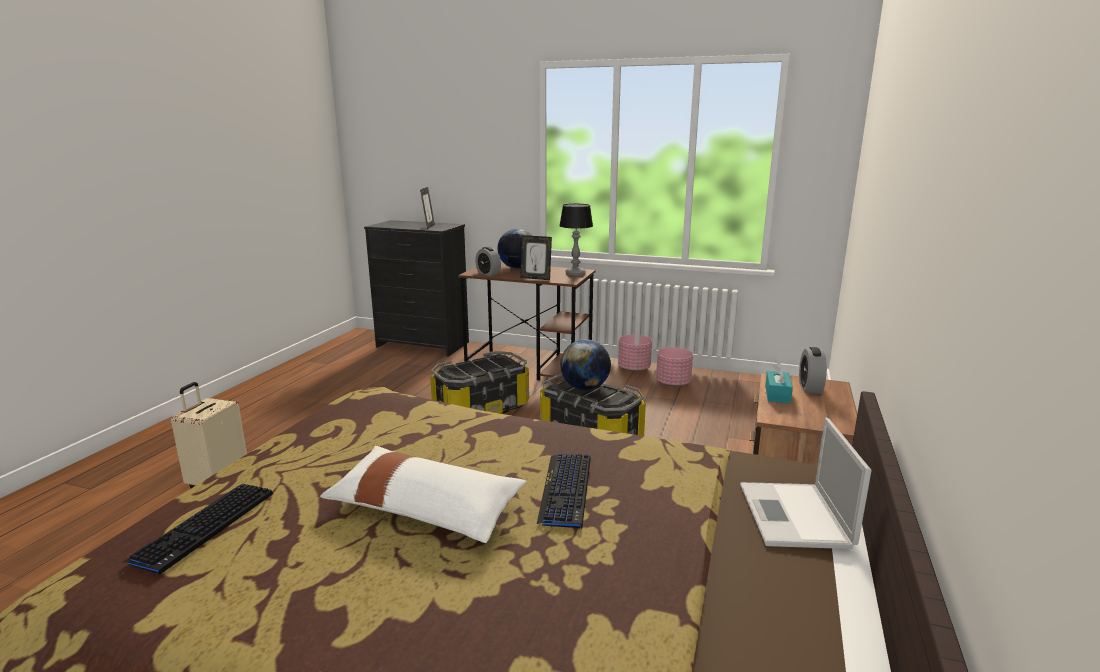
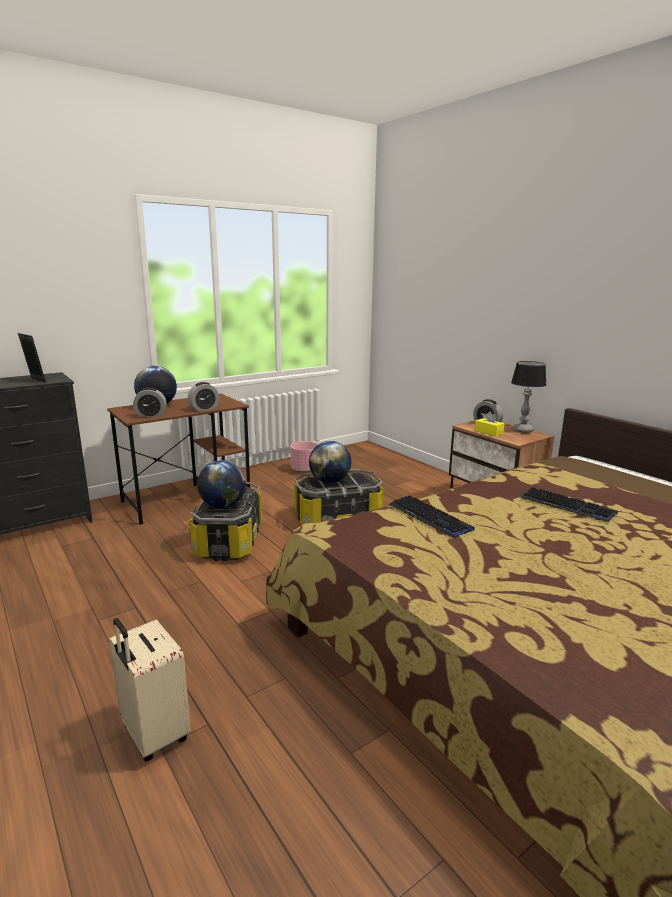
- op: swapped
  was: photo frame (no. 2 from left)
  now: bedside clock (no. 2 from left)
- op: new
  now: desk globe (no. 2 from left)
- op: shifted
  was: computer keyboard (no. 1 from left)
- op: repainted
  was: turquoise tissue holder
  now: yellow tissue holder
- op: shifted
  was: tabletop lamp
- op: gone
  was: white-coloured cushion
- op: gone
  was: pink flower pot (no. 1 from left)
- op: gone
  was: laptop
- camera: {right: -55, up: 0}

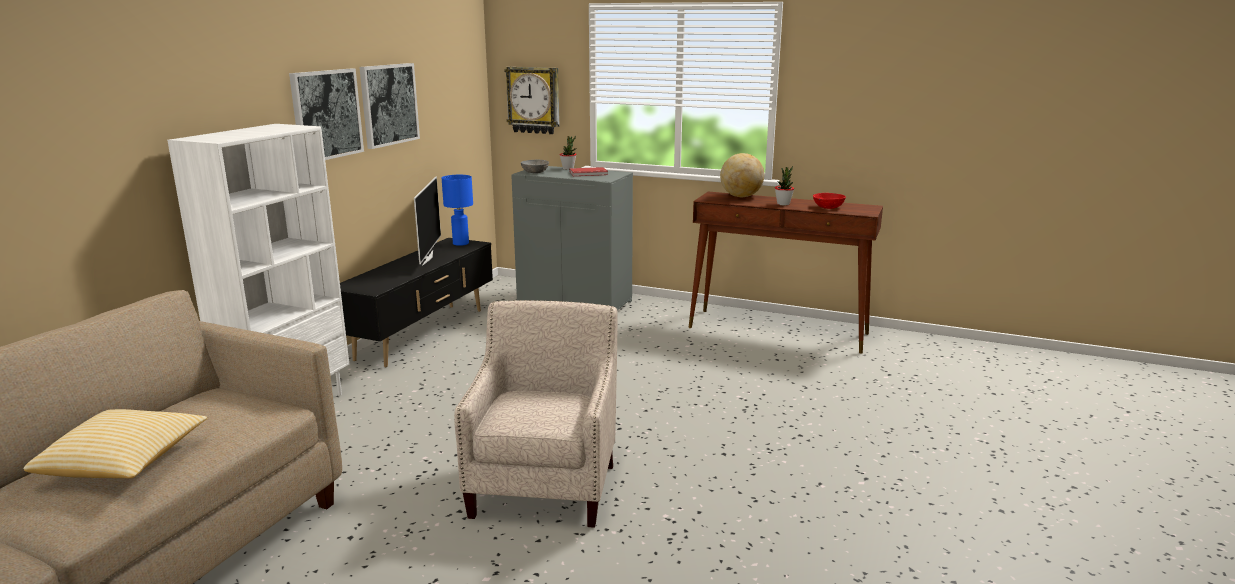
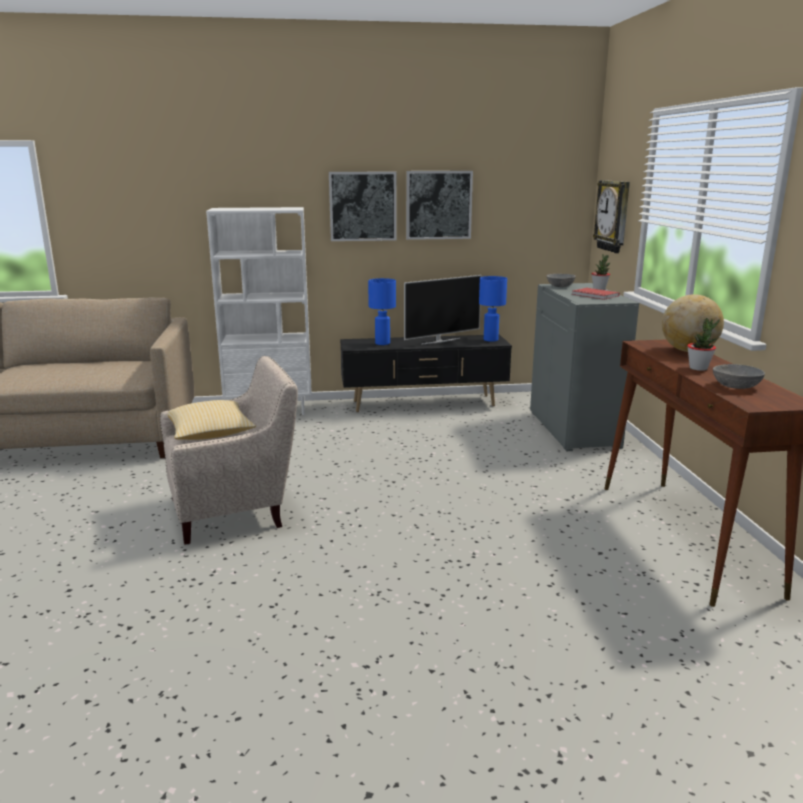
- op: shifted
  was: cushion
- op: new
  now: blue tabletop lamp (no. 1 from left)
- op: repainted
  was: red bowl
  now: greyish bowl (no. 2 from left)
- camera: {right: 60, up: 0}

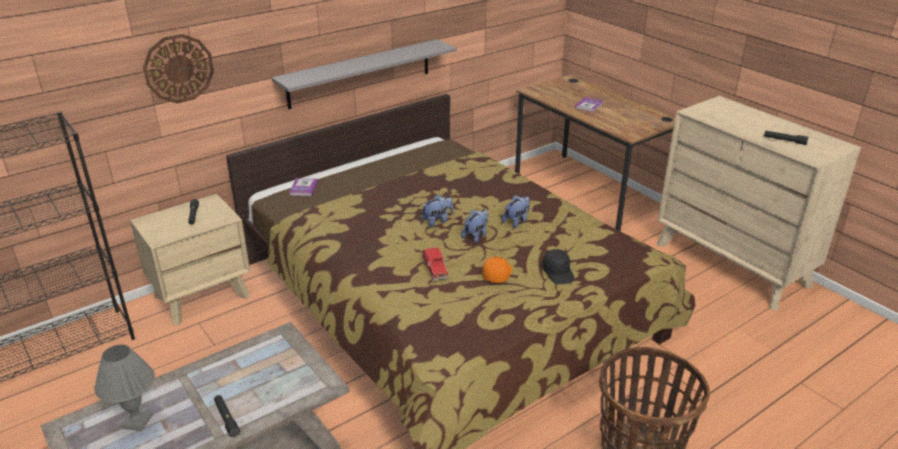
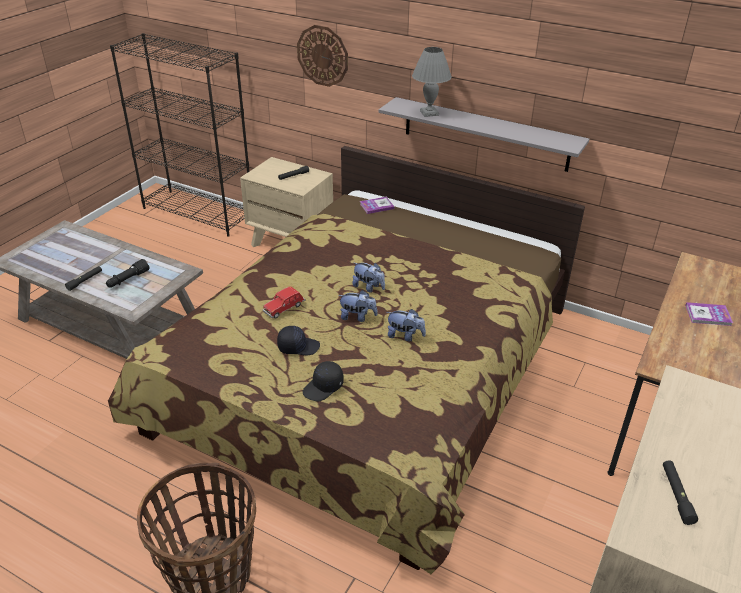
- op: new
  now: blackish torch (no. 2 from left)
- op: repainted
  was: orange-coloured cap
  now: blackish cap (no. 1 from left)
- op: shifted
  was: greyish tabletop lamp
- camera: {right: 65, up: 5}

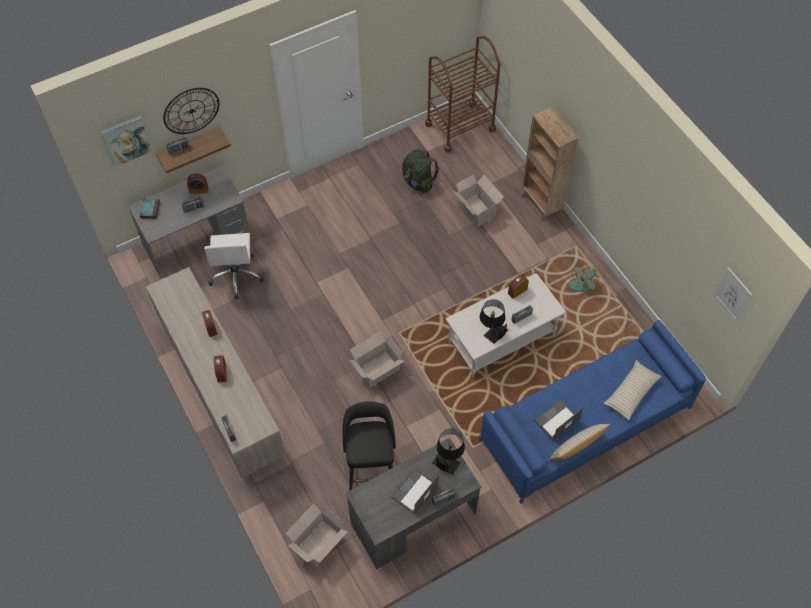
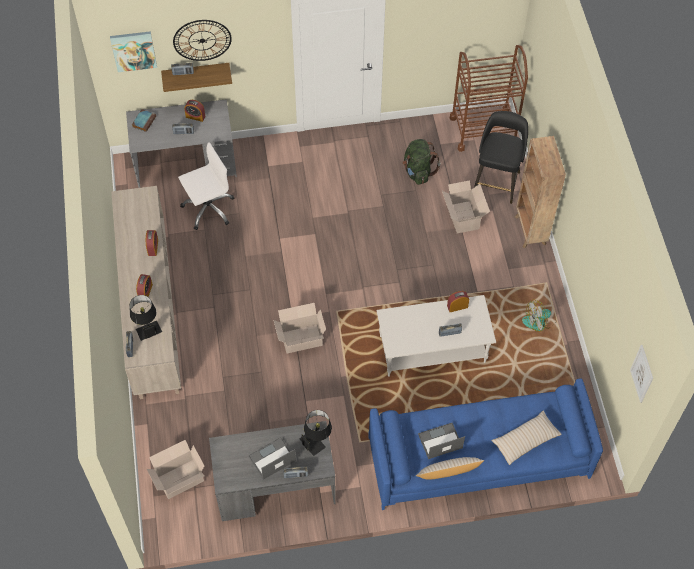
- op: shifted
  was: blackish tabletop lamp (no. 2 from left in the first image)
  now: blackish tabletop lamp (no. 1 from left)
- op: rotated
  was: white-coloured office chair
  clockwise: -135
- op: shifted
  was: blackish stool seat
- camera: {right: 20, up: 0}

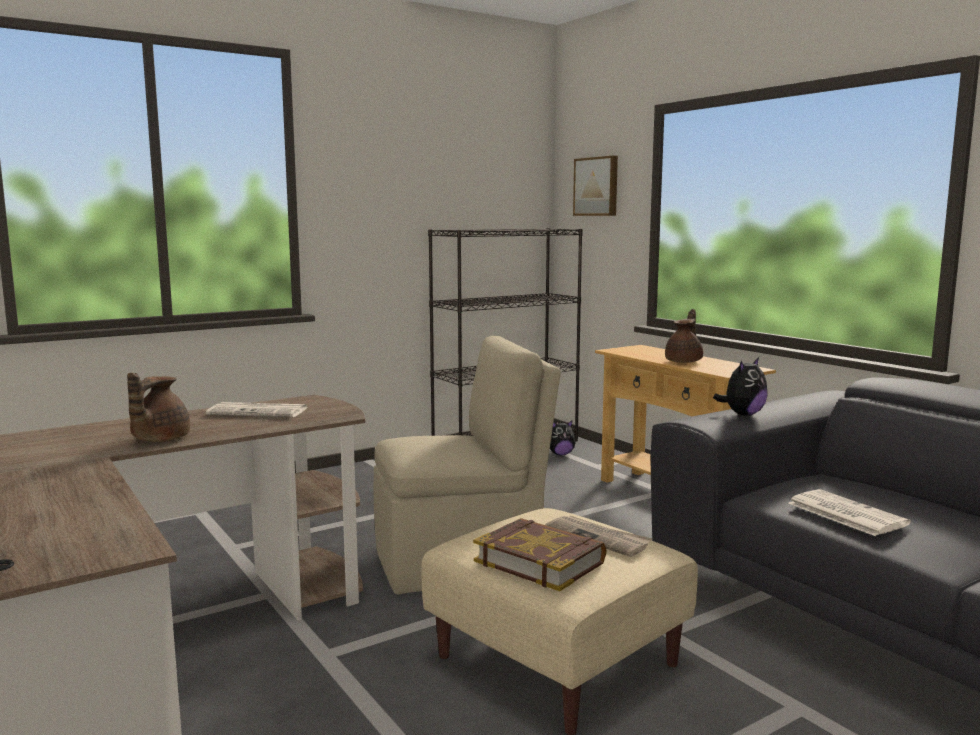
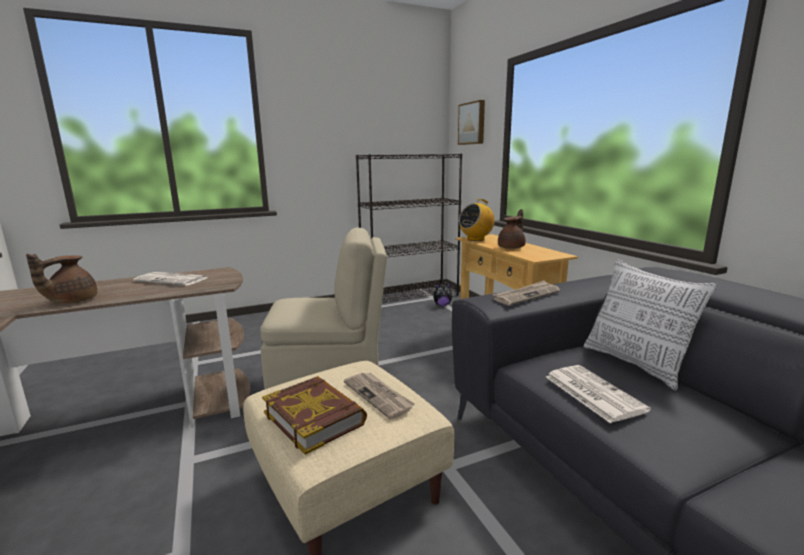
- op: new
  now: radio receiver
- op: swapped
  was: cuddly toy (no. 2 from left)
  now: daily paper (no. 3 from left)
- op: new
  now: cushion
- camera: {right: 10, up: 5}

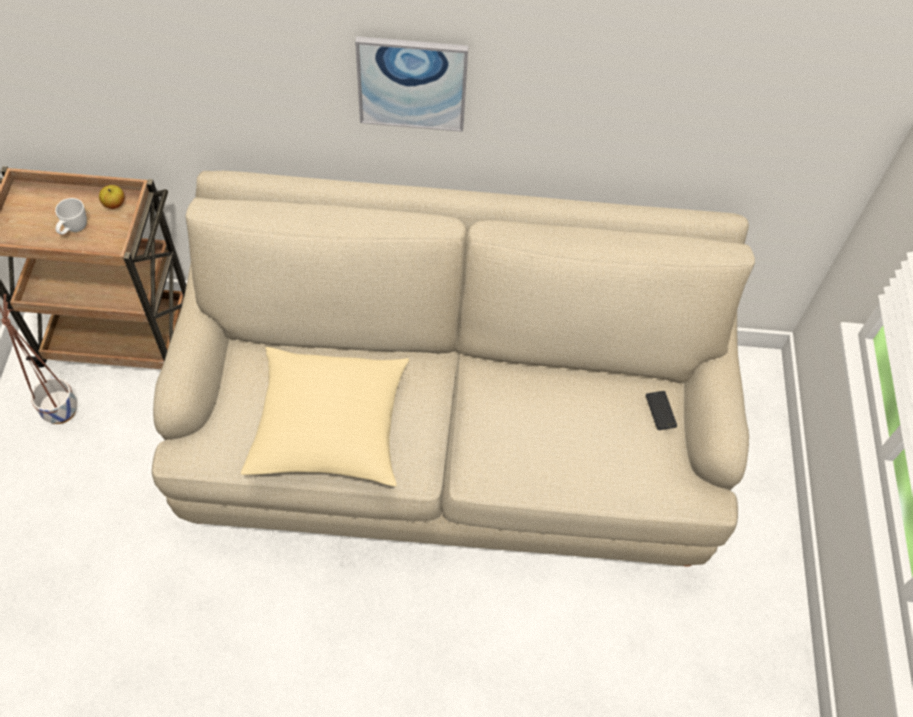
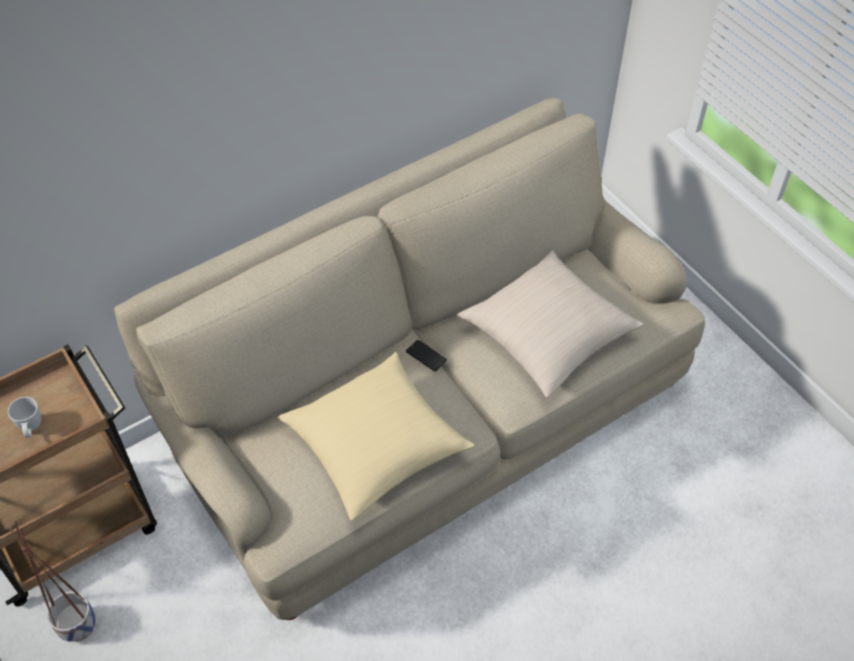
- op: shifted
  was: phone
- op: new
  now: sand-coloured cushion (no. 2 from left)
- op: gone
  was: apple fruit
- op: gone
  was: wall art
- camera: {right: -35, up: -5}

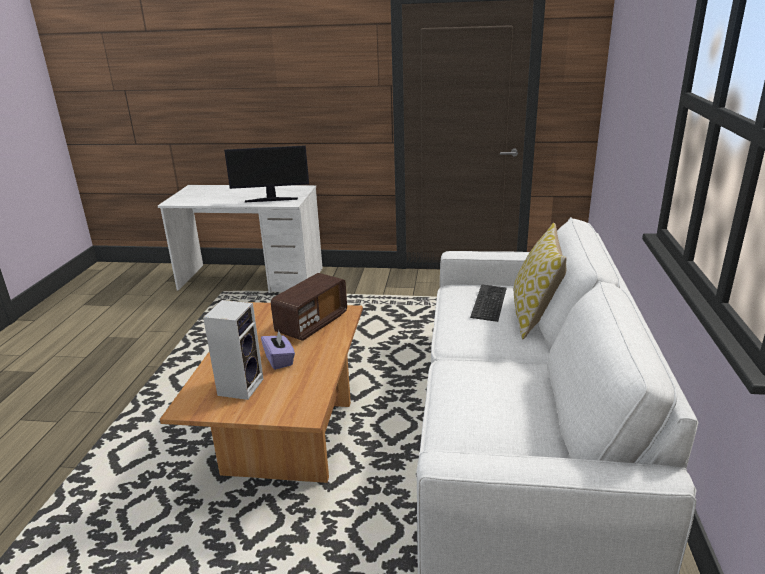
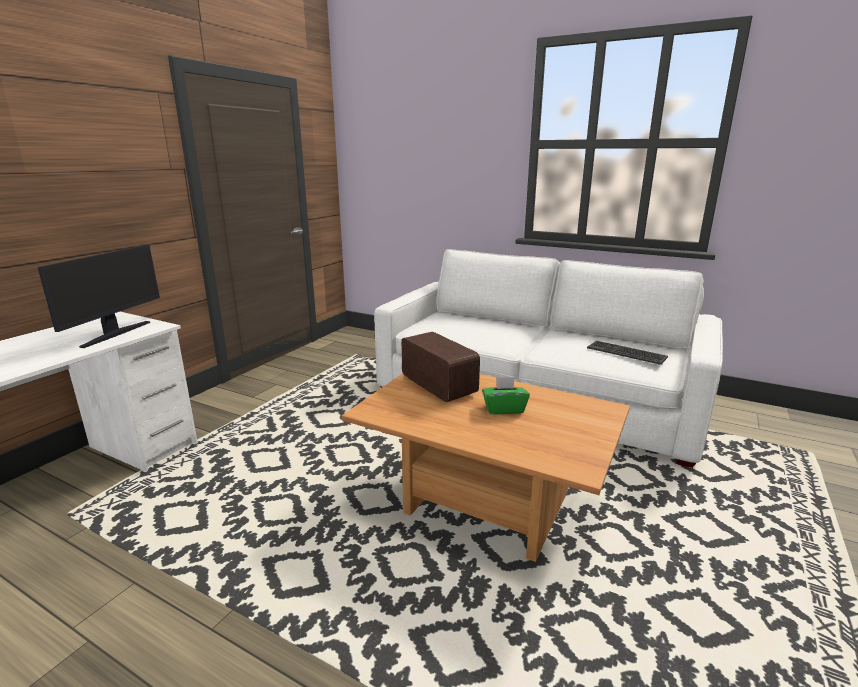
- op: repainted
  was: purple tissue holder
  now: greenish tissue holder
- op: shifted
  was: computer keyboard
- op: gone
  was: speaker
- op: gone
  was: cushion
- camera: {right: -70, up: -5}

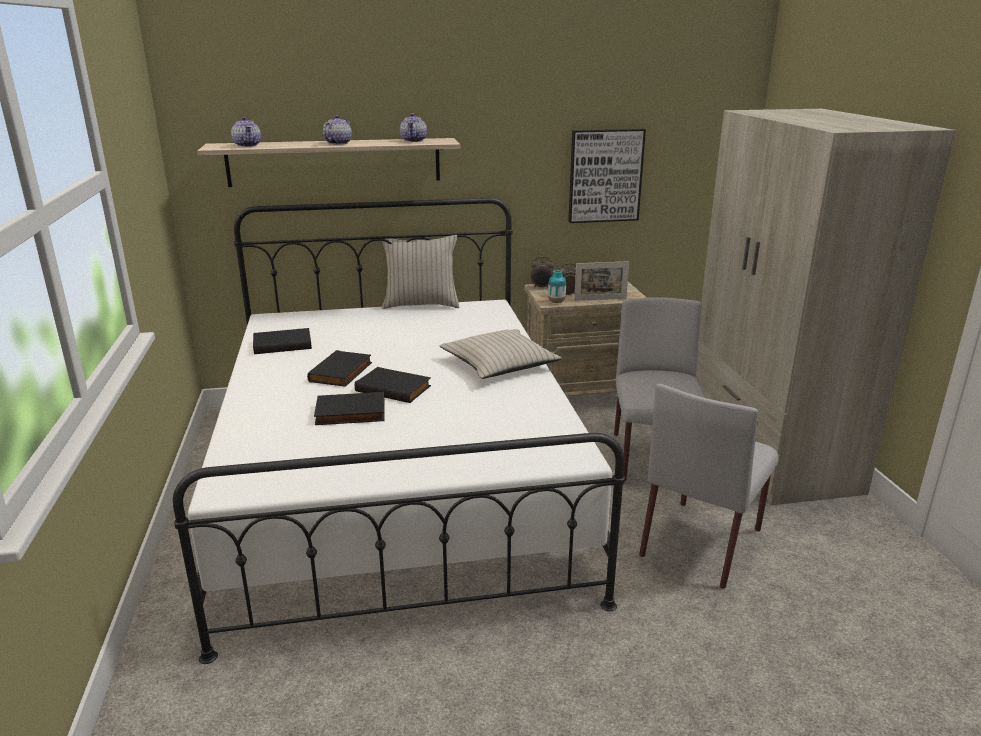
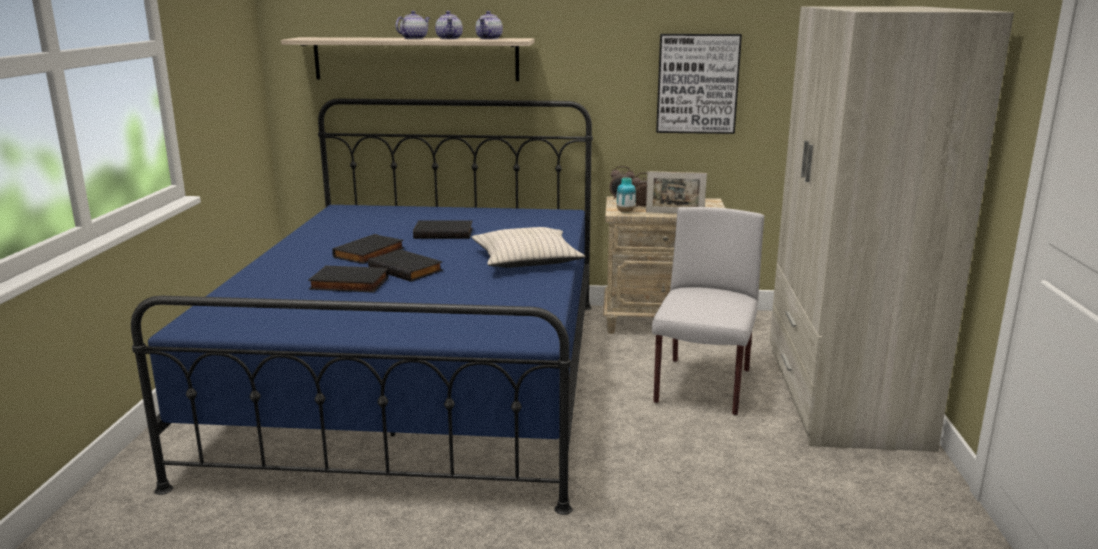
- op: repainted
  was: white-coloured sleeping bed
  now: blue sleeping bed
- op: shifted
  was: blackish book (no. 1 from left in the first image)
  now: blackish book (no. 4 from left)
- op: shifted
  was: tea pot (no. 1 from left in the first image)
  now: tea pot (no. 2 from left)
- op: gone
  was: sand-coloured cushion (no. 1 from left)
- op: gone
  was: greyish chair (no. 2 from left)
- camera: {right: 15, up: -5}

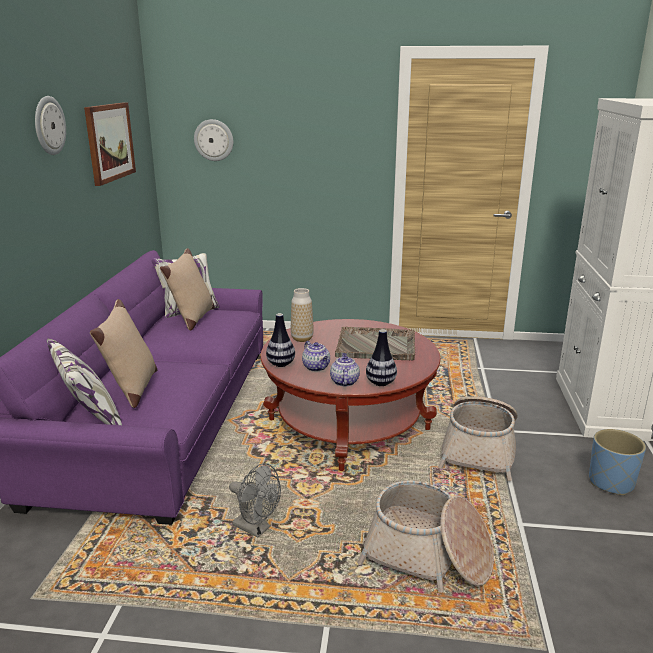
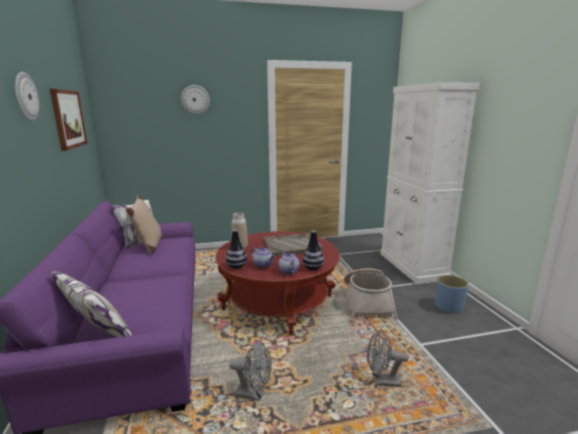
- op: shifted
  was: hanging clock (no. 2 from left)
- op: swapped
  was: basket (no. 1 from left)
  now: greyish fan (no. 2 from left)
- op: gone
  was: sand-coloured cushion (no. 1 from left)
- camera: {right: -20, up: -5}

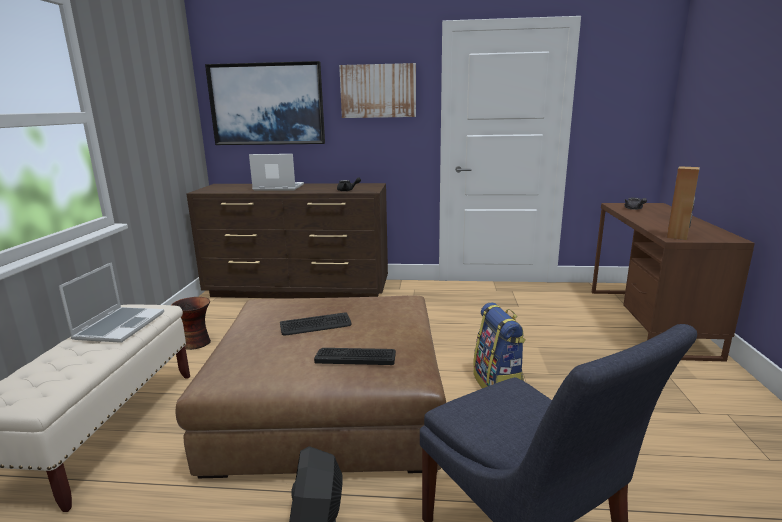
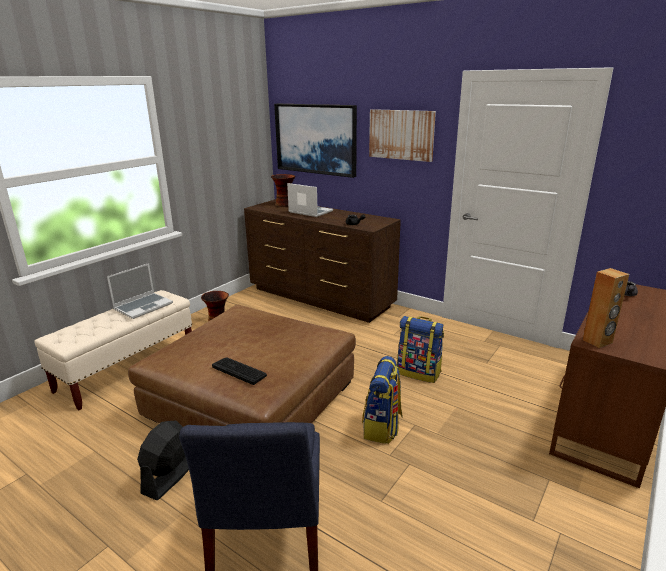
- op: new
  now: flower vase (no. 2 from left)
- op: new
  now: backpack (no. 2 from left)
- op: gone
  was: computer keyboard (no. 1 from left)
- camera: {right: 30, up: 5}

